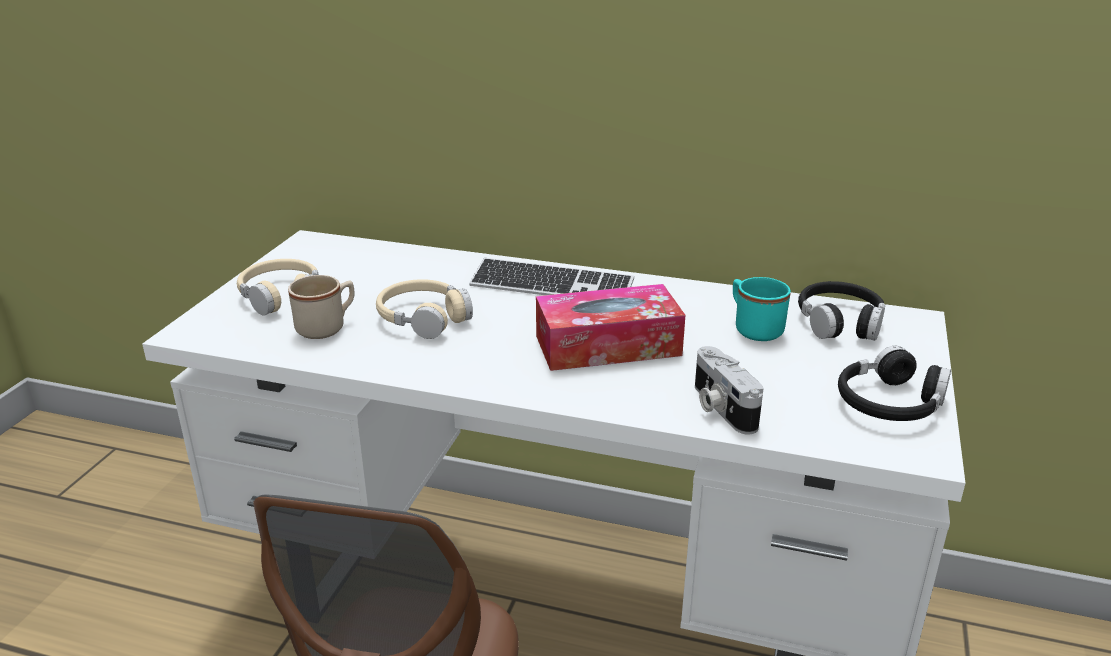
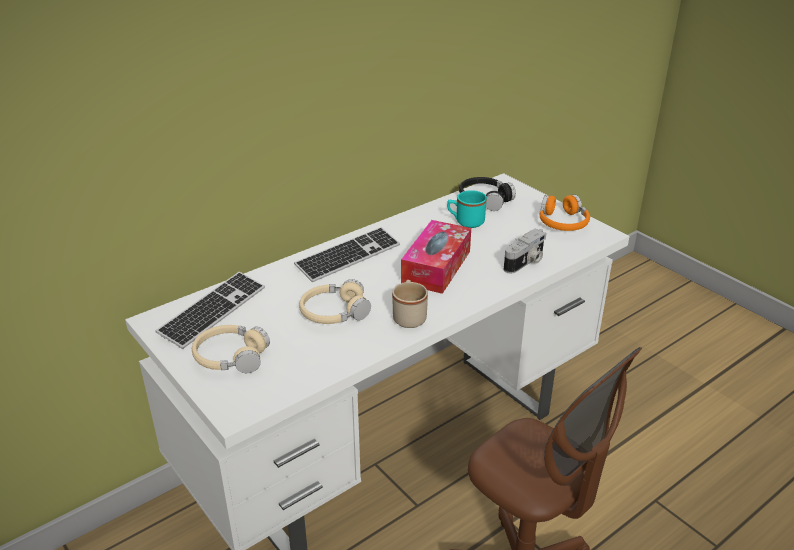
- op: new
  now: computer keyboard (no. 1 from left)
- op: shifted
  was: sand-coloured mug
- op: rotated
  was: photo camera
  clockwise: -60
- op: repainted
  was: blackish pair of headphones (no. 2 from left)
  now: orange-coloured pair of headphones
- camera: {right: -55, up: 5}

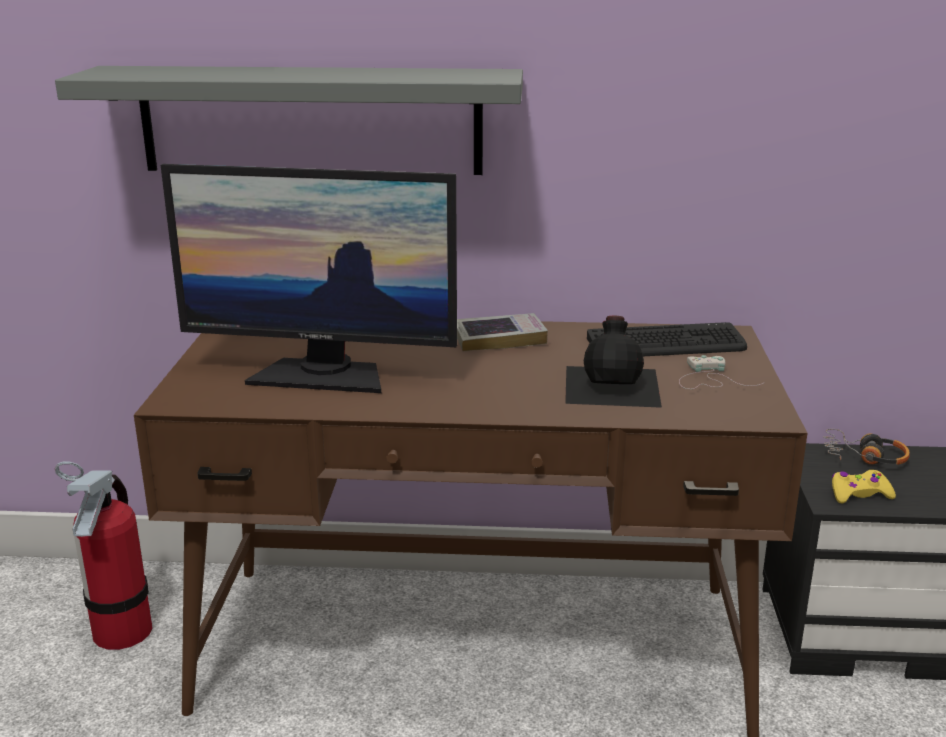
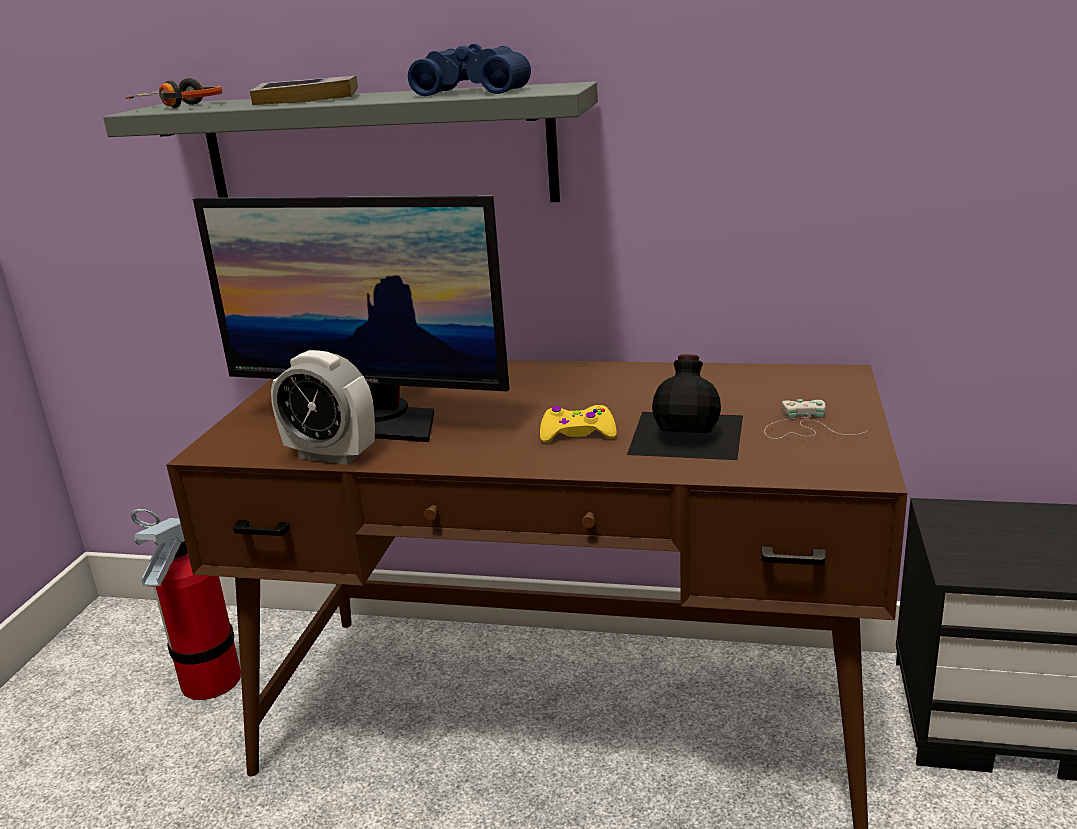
- op: shifted
  was: pair of headphones
- op: shifted
  was: book
- op: new
  now: bedside clock
- op: new
  now: blue field glasses
- op: shifted
  was: yellow joypad
- op: gone
  was: computer keyboard
- camera: {right: 10, up: 0}

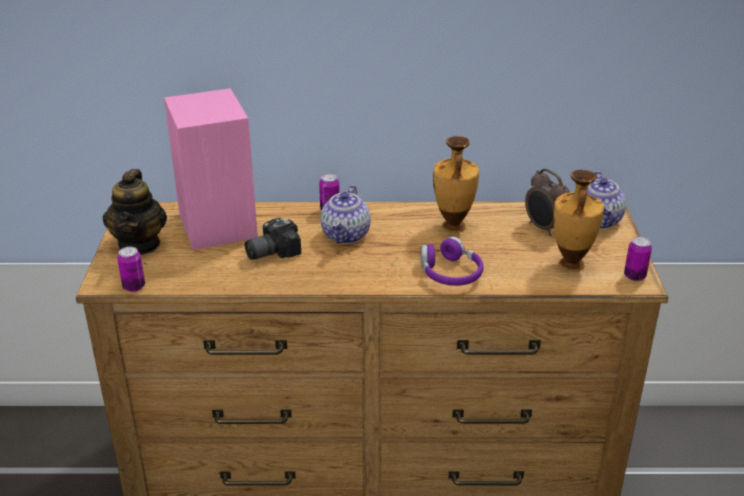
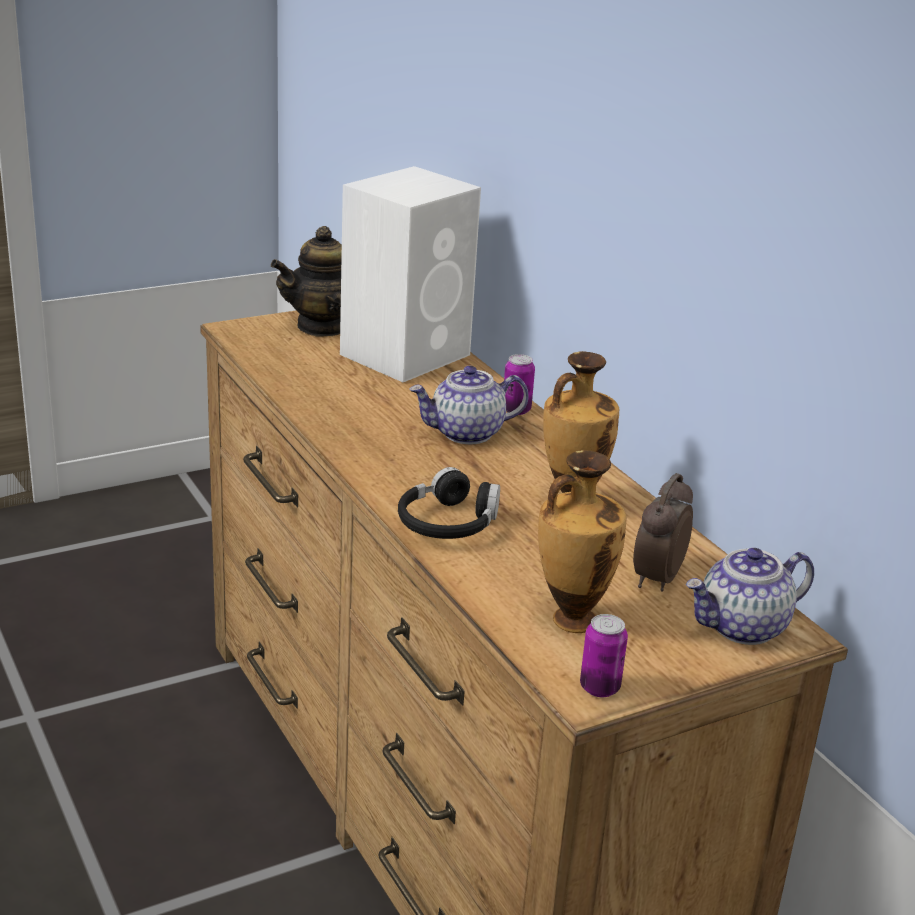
- op: repainted
  was: pink speaker
  now: white-coloured speaker
- op: repainted
  was: purple pair of headphones
  now: blackish pair of headphones
- op: gone
  was: can (no. 1 from left)
- op: gone
  was: photo camera
- camera: {right: 60, up: -5}

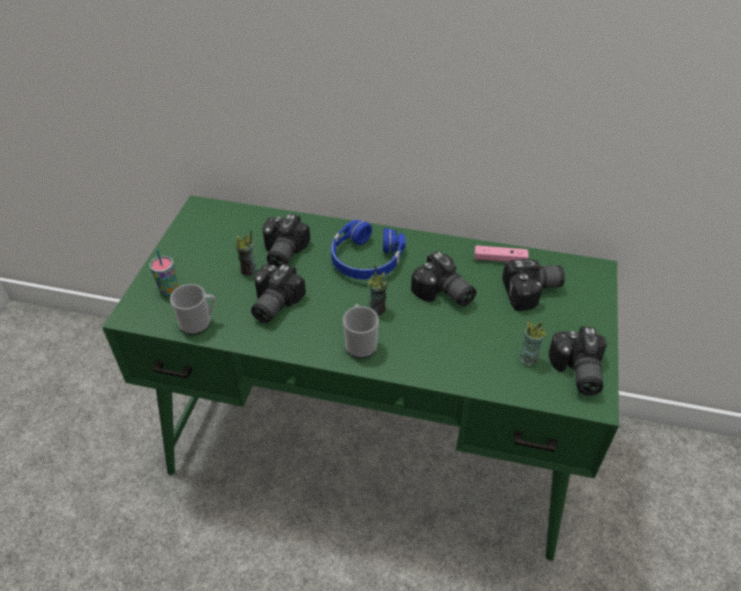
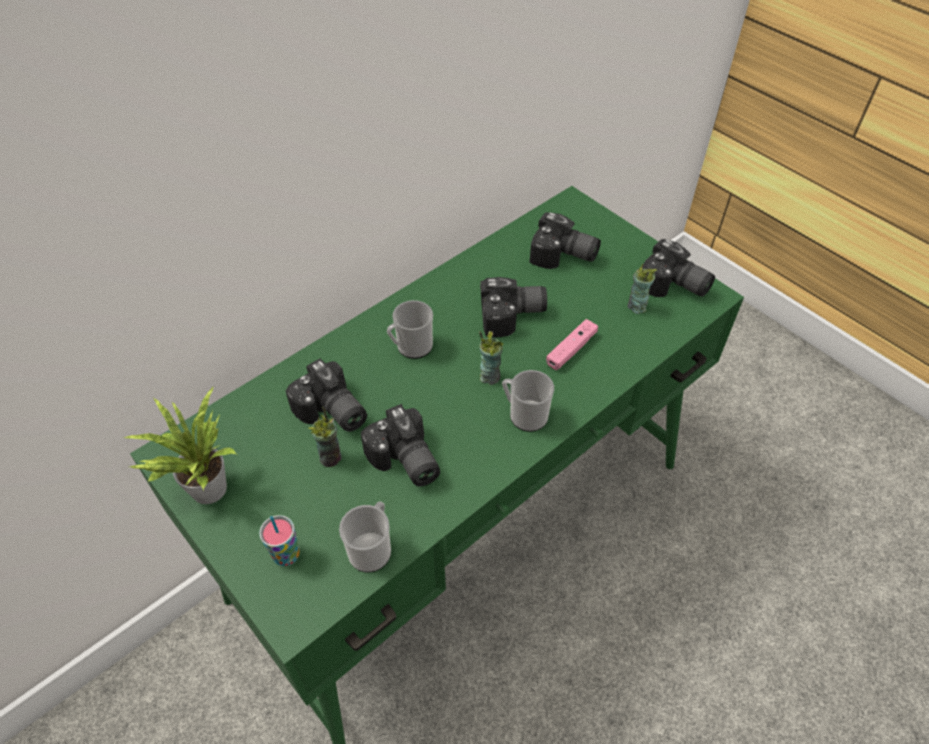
- op: new
  now: houseplant
- op: swapped
  was: blue pair of headphones
  now: mug (no. 2 from left)
- op: rotated
  was: photo camera (no. 4 from left)
  clockwise: 90
- op: shifted
  was: pink joypad
- camera: {right: -55, up: 5}

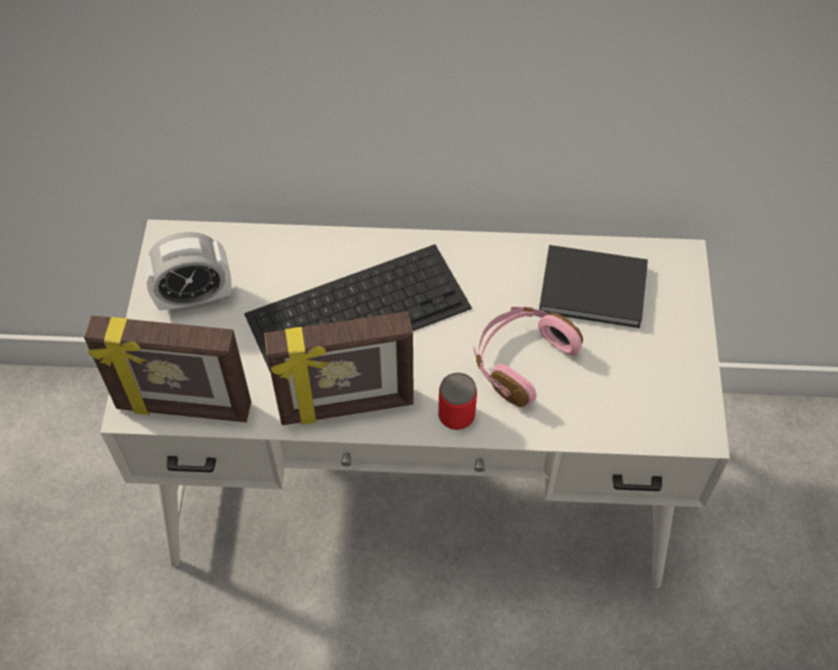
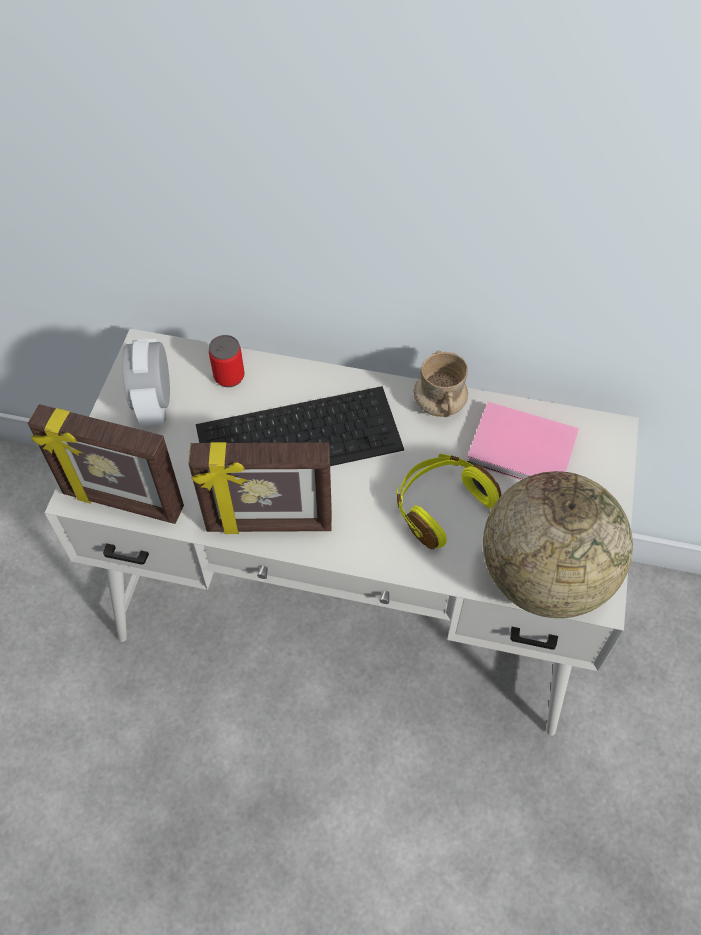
- op: rotated
  was: bedside clock
  clockwise: 90
- op: shifted
  was: can
- op: repainted
  was: pink pair of headphones
  now: yellow pair of headphones
- op: new
  now: sand-coloured mug
- op: repainted
  was: blackish book
  now: pink book
- op: new
  now: desk globe
- camera: {right: 10, up: 0}

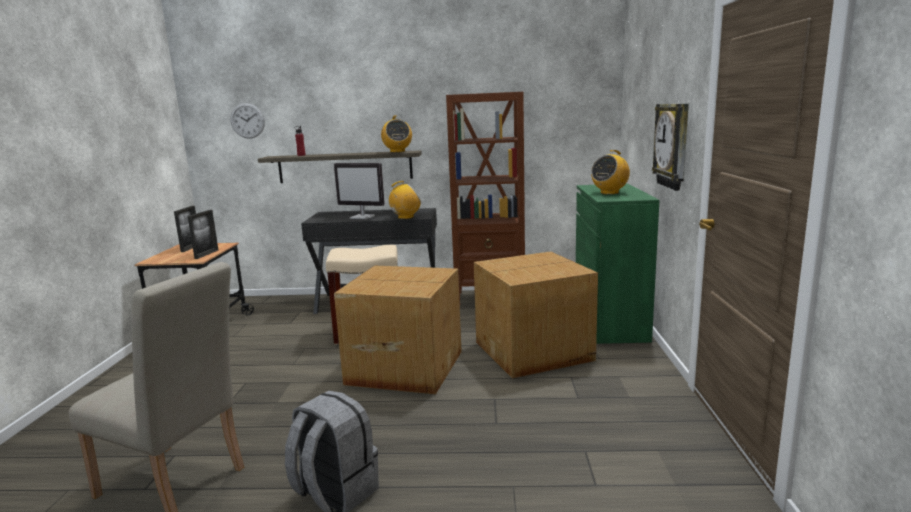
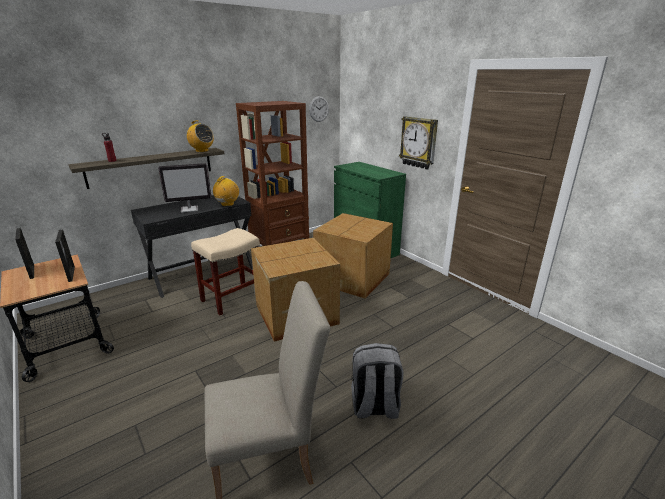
- op: shifted
  was: hanging clock (no. 1 from left)
- op: gone
  was: radio receiver (no. 3 from left)
- camera: {right: -40, up: 10}

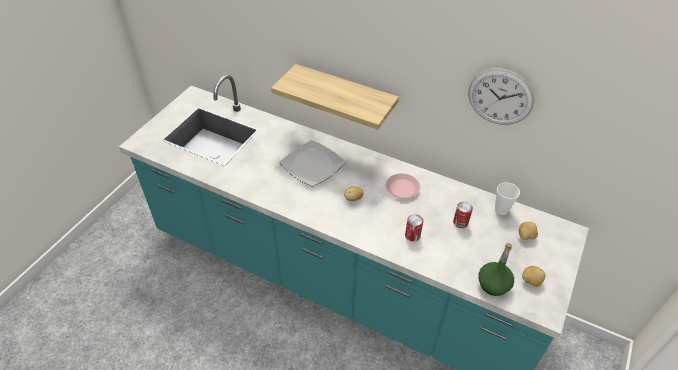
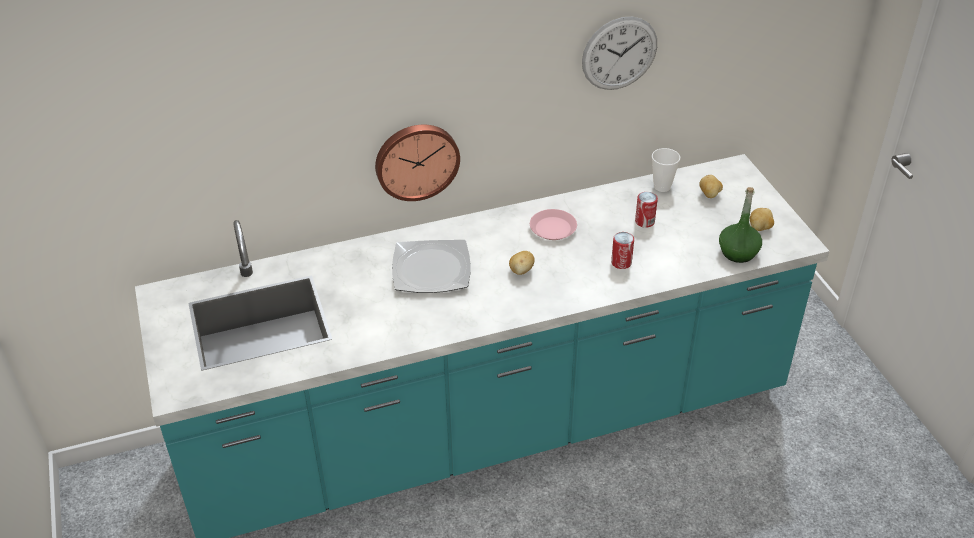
- op: swapped
  was: wall shelf
  now: hanging clock (no. 1 from left)
- camera: {right: -45, up: -5}

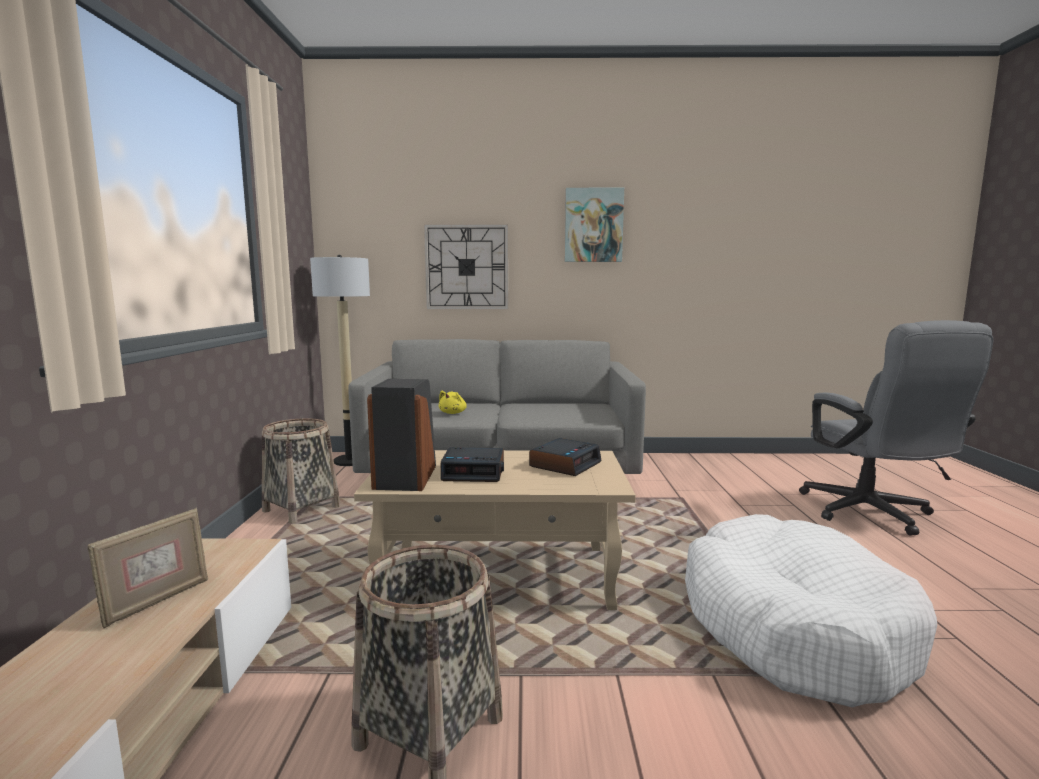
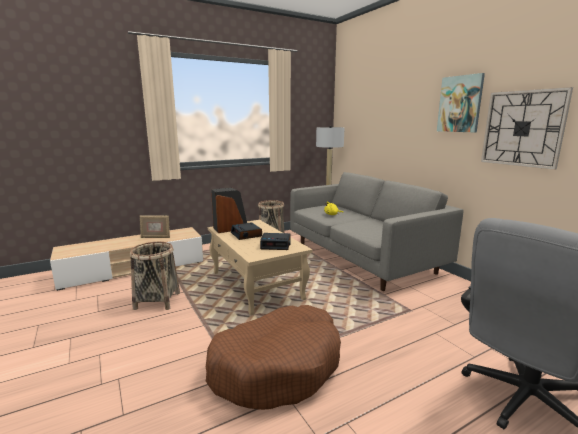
- op: repainted
  was: white-coloured pet bed
  now: brownish pet bed
- op: shifted
  was: hanging clock
- camera: {right: 60, up: 5}

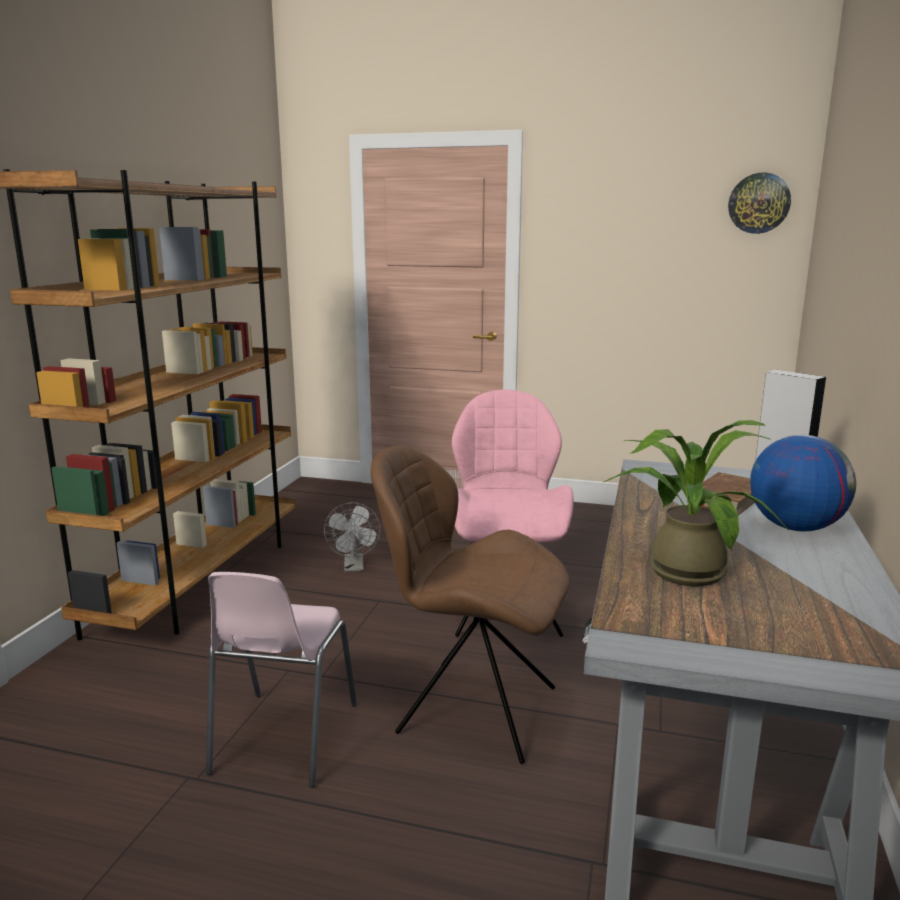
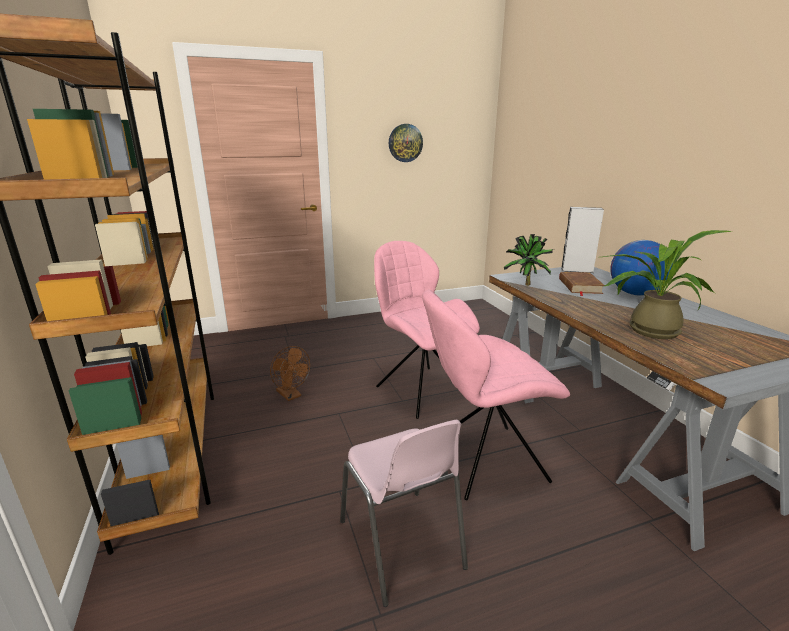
- op: repainted
  was: greyish fan
  now: brownish fan
- op: shifted
  was: hanging clock
- op: repainted
  was: brownish chair
  now: pink chair (no. 3 from left)
- op: new
  now: houseplant (no. 1 from left)
- camera: {right: -35, up: 5}

